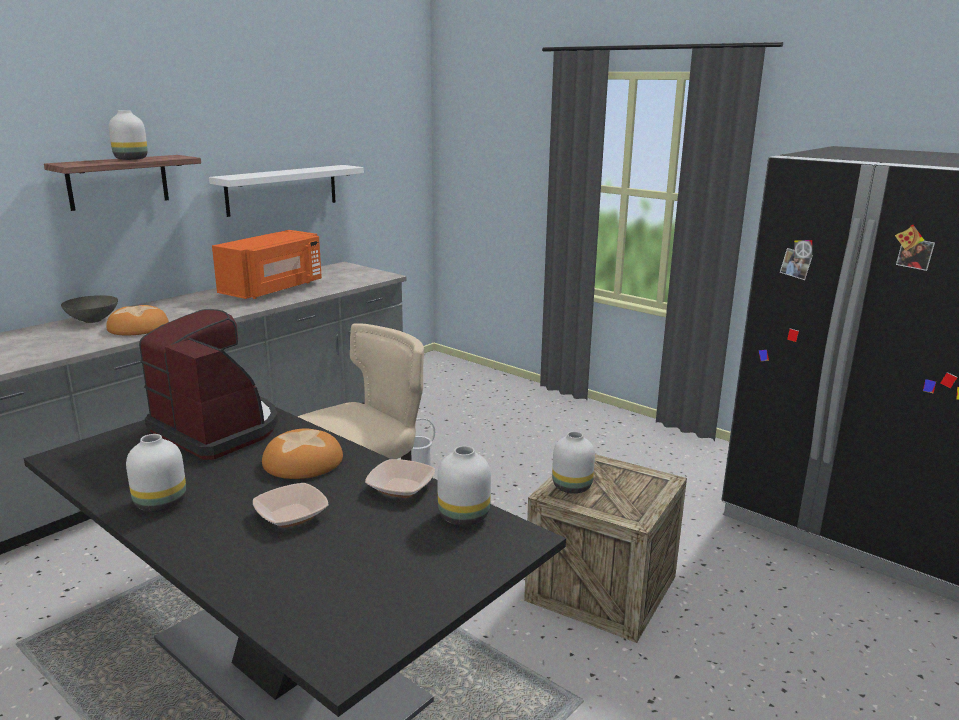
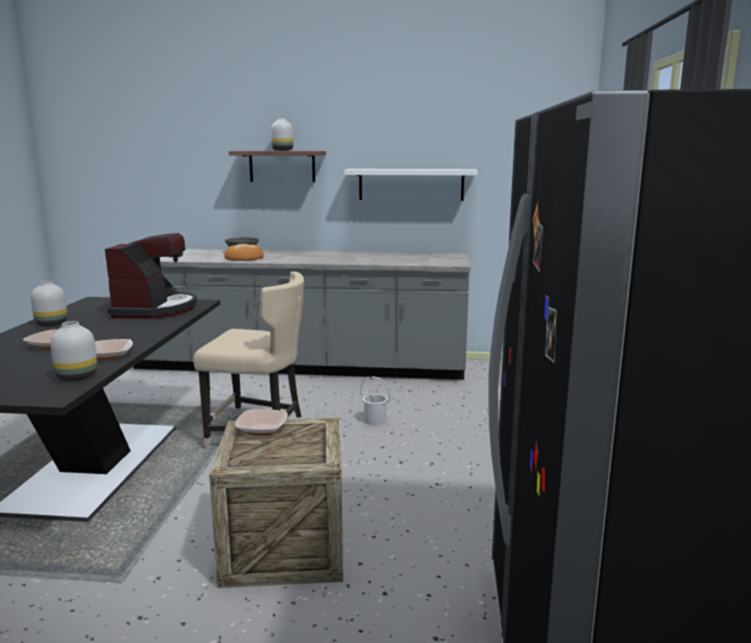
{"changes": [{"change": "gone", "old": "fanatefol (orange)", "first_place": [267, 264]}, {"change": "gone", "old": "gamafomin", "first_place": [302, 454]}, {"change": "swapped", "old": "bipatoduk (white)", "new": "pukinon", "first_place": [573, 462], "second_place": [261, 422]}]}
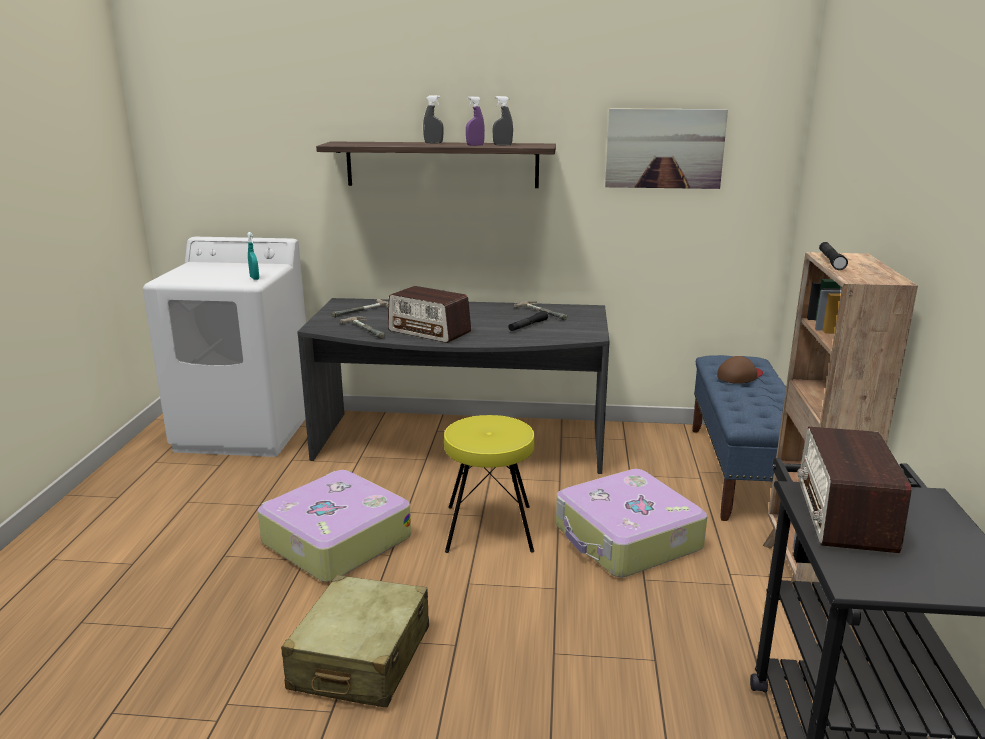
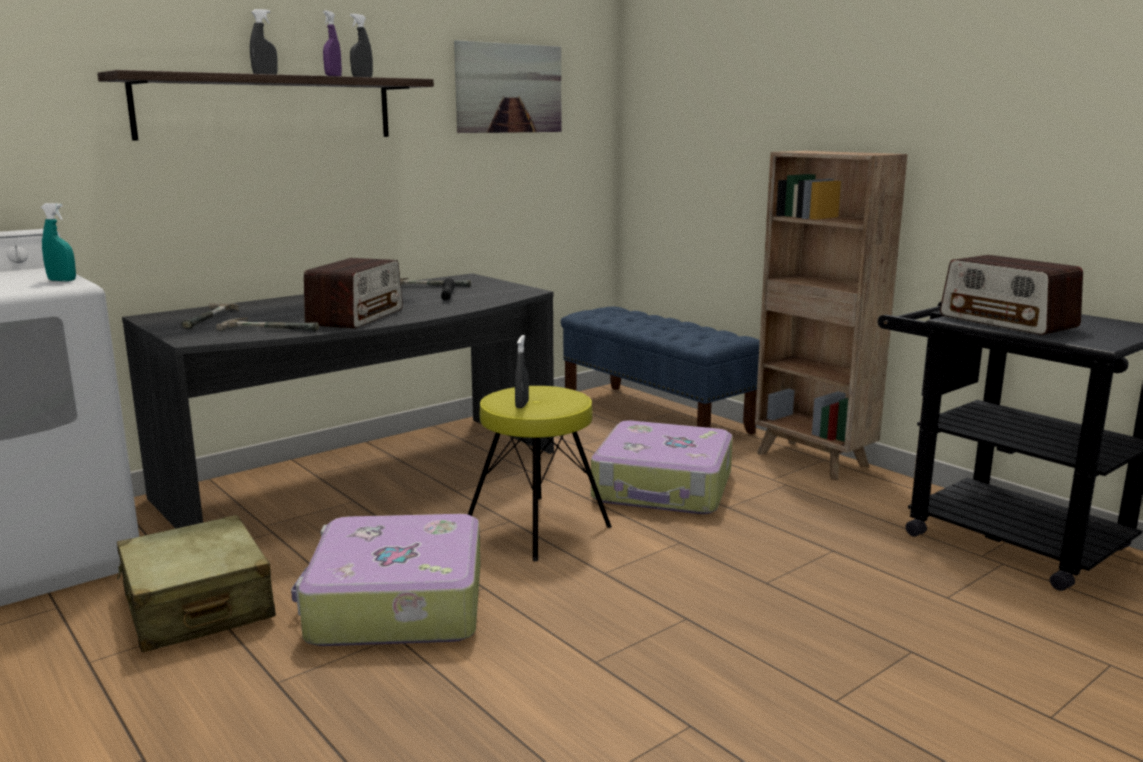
{"changes": [{"change": "gone", "old": "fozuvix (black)", "first_place": [833, 256]}, {"change": "rotated", "old": "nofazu", "first_place": [429, 314], "second_place": [353, 293], "degrees": -60}, {"change": "gone", "old": "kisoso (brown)", "first_place": [740, 370]}, {"change": "shifted", "old": "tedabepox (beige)", "first_place": [355, 641], "second_place": [196, 584]}, {"change": "new", "new": "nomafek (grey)", "second_place": [522, 371]}]}
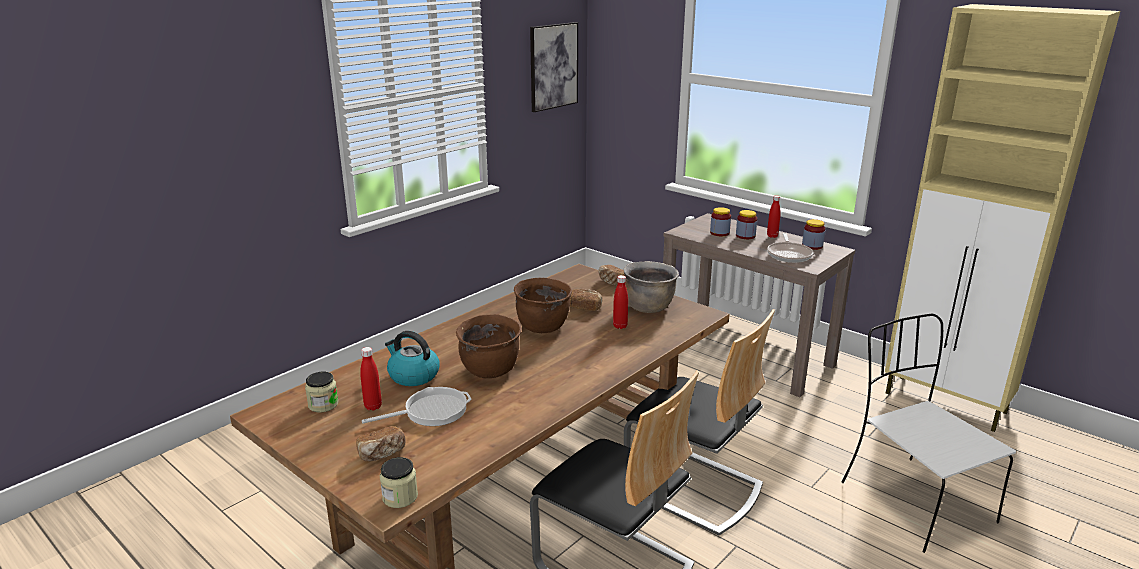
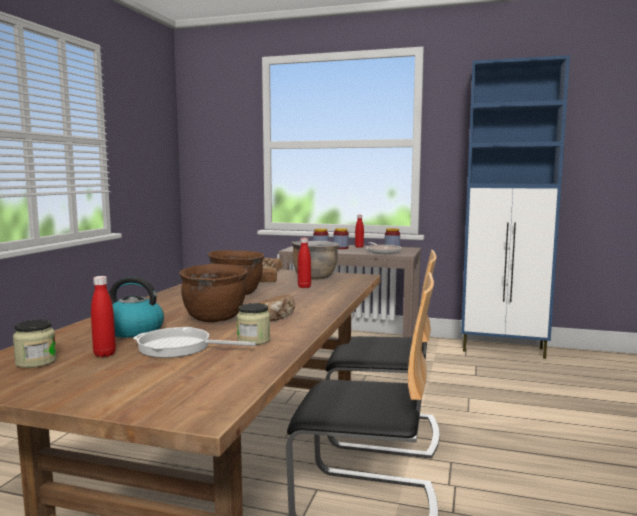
{"changes": [{"change": "repainted", "old": "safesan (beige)", "new": "safesan (blue)", "first_place": [1002, 218], "second_place": [515, 207]}, {"change": "gone", "old": "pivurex", "first_place": [554, 67]}, {"change": "gone", "old": "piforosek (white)", "first_place": [929, 433]}, {"change": "rotated", "old": "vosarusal", "first_place": [417, 406], "second_place": [194, 342], "degrees": -120}, {"change": "shifted", "old": "gamafomin", "first_place": [381, 444], "second_place": [277, 308]}, {"change": "shifted", "old": "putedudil", "first_place": [399, 482], "second_place": [253, 324]}]}
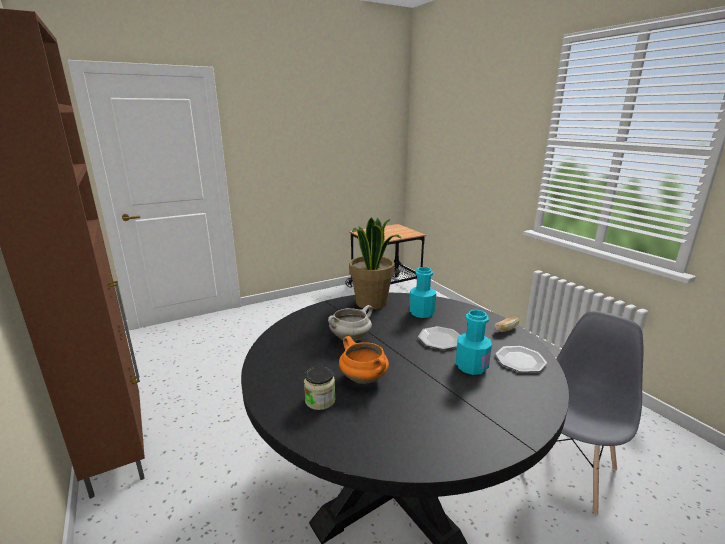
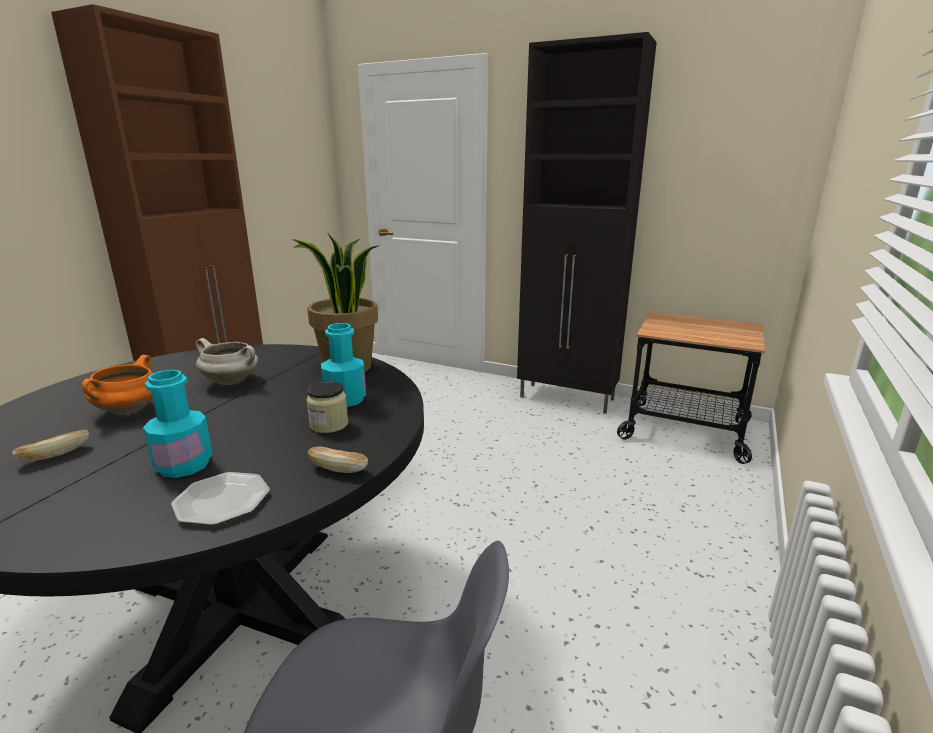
{"changes": [{"change": "gone", "old": "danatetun", "first_place": [439, 338]}, {"change": "shifted", "old": "putedudil", "first_place": [319, 388], "second_place": [327, 407]}, {"change": "new", "new": "safesan (black)", "second_place": [587, 223]}, {"change": "new", "new": "gamafomin", "second_place": [50, 445]}]}
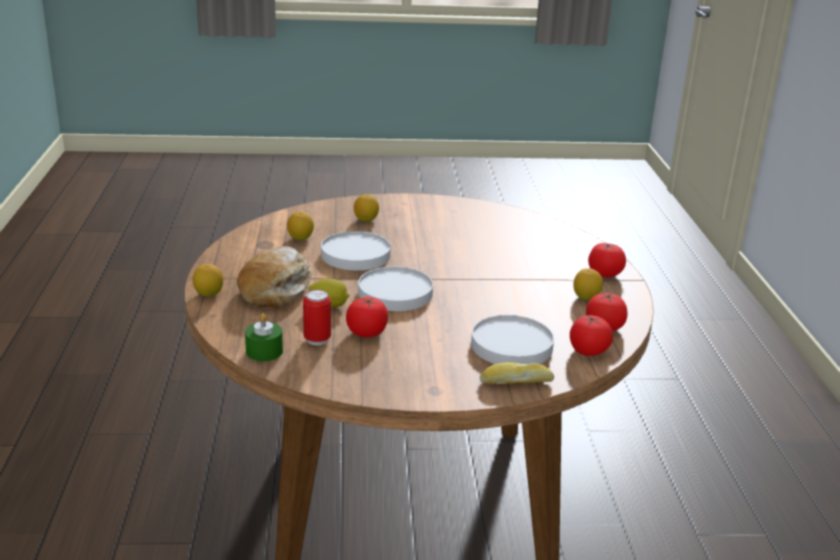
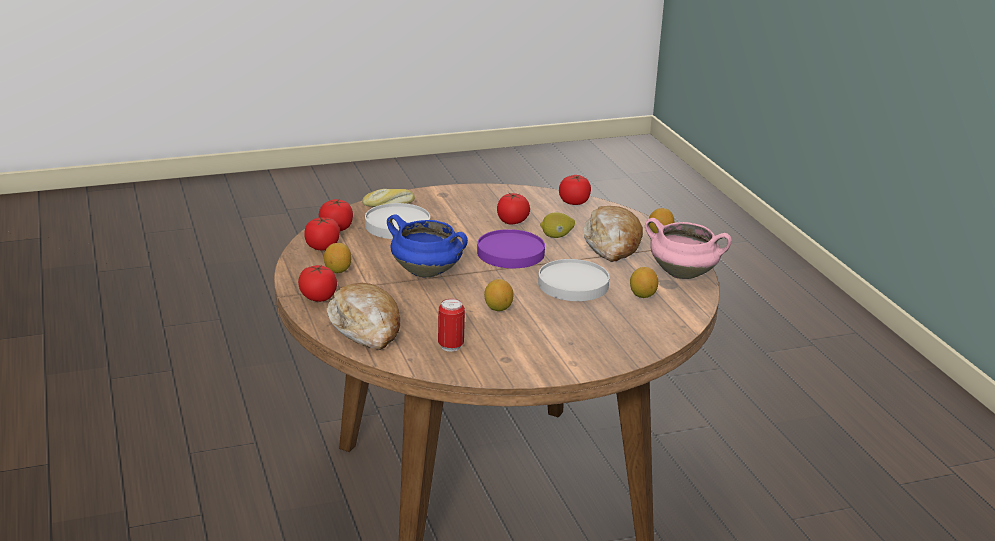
{"changes": [{"change": "shifted", "old": "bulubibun", "first_place": [366, 208], "second_place": [499, 295]}, {"change": "repainted", "old": "danatetun (white)", "new": "danatetun (purple)", "first_place": [395, 288], "second_place": [511, 248]}, {"change": "shifted", "old": "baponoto", "first_place": [317, 317], "second_place": [451, 325]}, {"change": "swapped", "old": "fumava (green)", "new": "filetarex", "first_place": [264, 337], "second_place": [575, 190]}, {"change": "new", "new": "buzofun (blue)", "second_place": [427, 246]}, {"change": "new", "new": "buzofun (pink)", "second_place": [688, 248]}, {"change": "new", "new": "gamafomin", "second_place": [363, 316]}]}
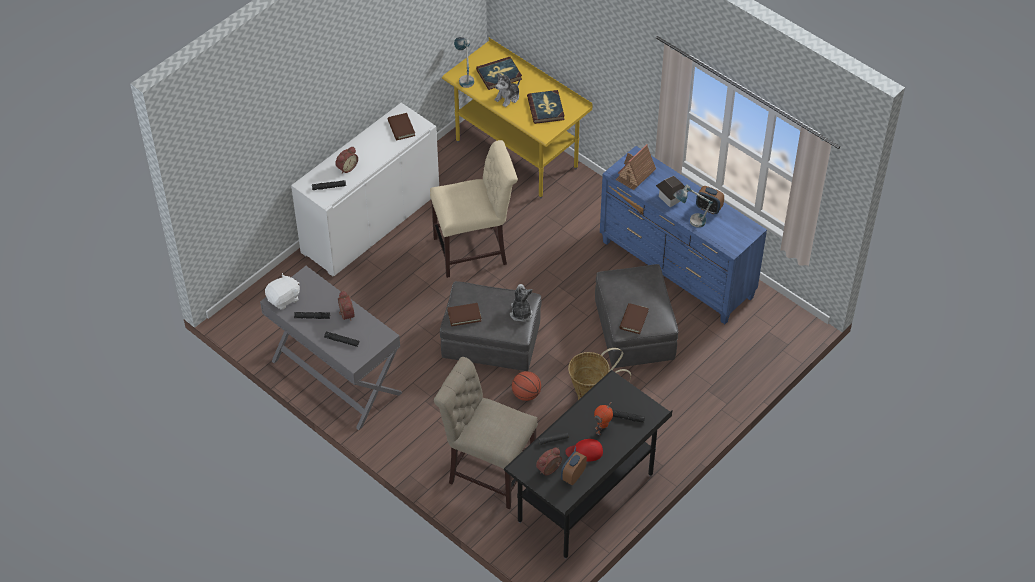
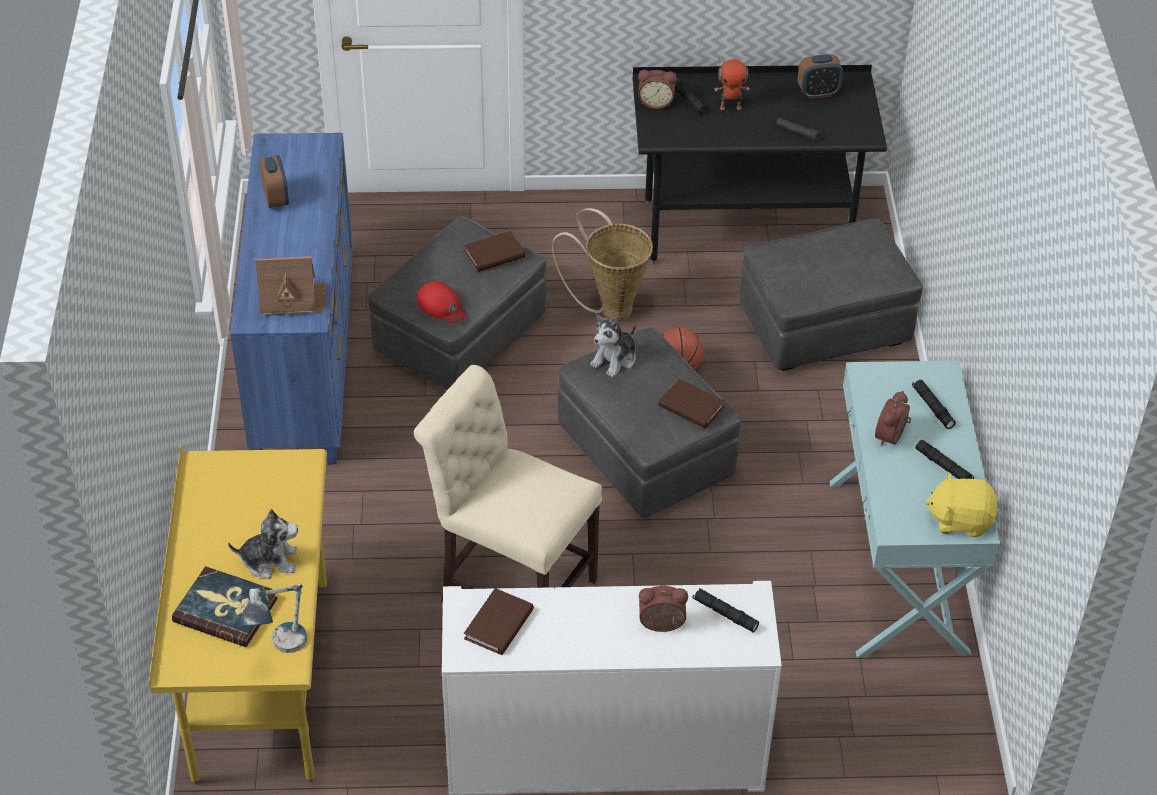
{"changes": [{"change": "gone", "old": "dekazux", "first_place": [546, 107]}, {"change": "gone", "old": "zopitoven", "first_place": [672, 191]}, {"change": "gone", "old": "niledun", "first_place": [693, 206]}, {"change": "repainted", "old": "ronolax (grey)", "new": "ronolax (turquoise)", "first_place": [331, 348], "second_place": [914, 509]}, {"change": "repainted", "old": "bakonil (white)", "new": "bakonil (yellow)", "first_place": [282, 291], "second_place": [961, 504]}, {"change": "swapped", "old": "piforosek (beige)", "new": "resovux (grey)", "first_place": [486, 433], "second_place": [831, 295]}, {"change": "shifted", "old": "kisoso (red)", "first_place": [584, 450], "second_place": [442, 302]}, {"change": "shifted", "old": "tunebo", "first_place": [549, 461], "second_place": [657, 89]}]}
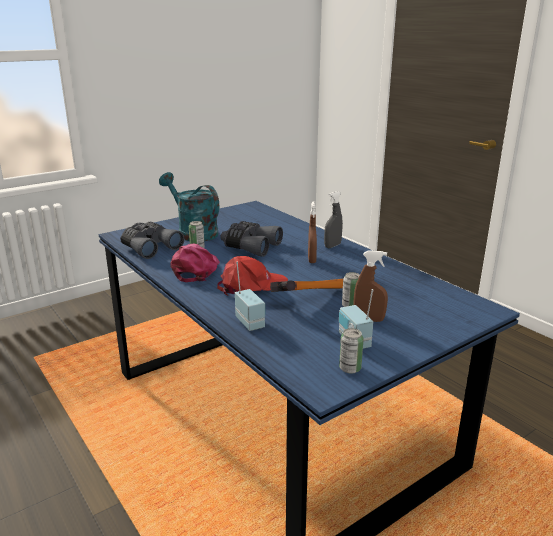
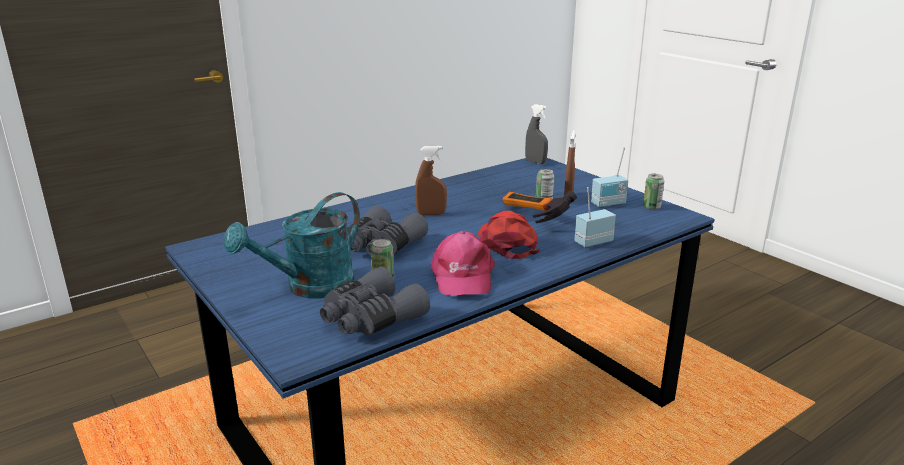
{"changes": [{"change": "shifted", "old": "nomafek (grey)", "first_place": [333, 219], "second_place": [536, 134]}, {"change": "rotated", "old": "kisoso (pink)", "first_place": [195, 263], "second_place": [462, 263], "degrees": -105}]}
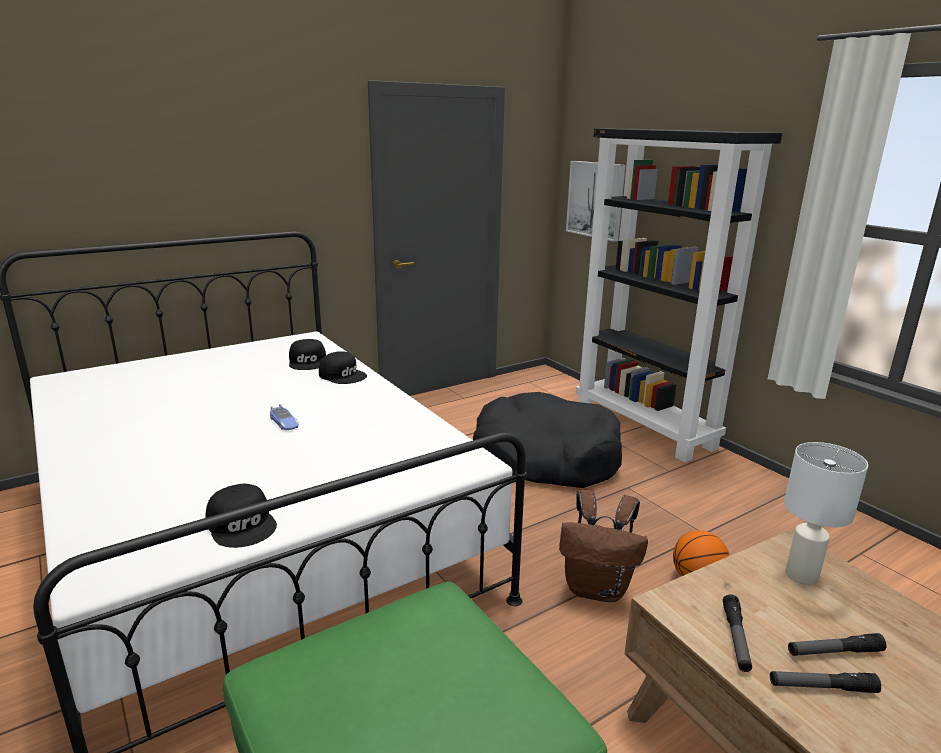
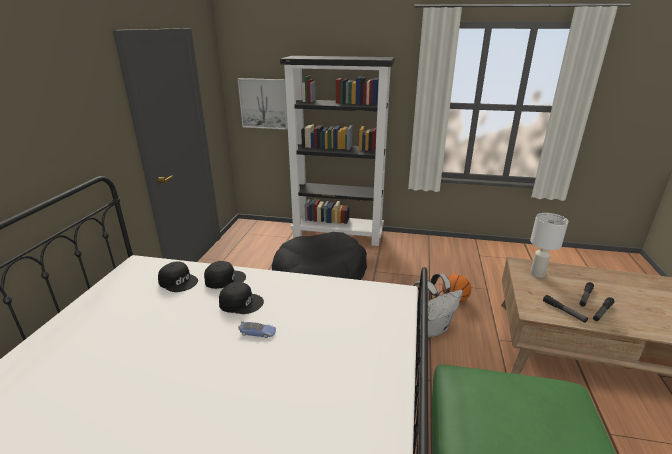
{"changes": [{"change": "shifted", "old": "kisoso (black)", "first_place": [241, 516], "second_place": [241, 298]}, {"change": "repainted", "old": "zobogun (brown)", "new": "zobogun (white)", "first_place": [603, 546], "second_place": [437, 305]}]}
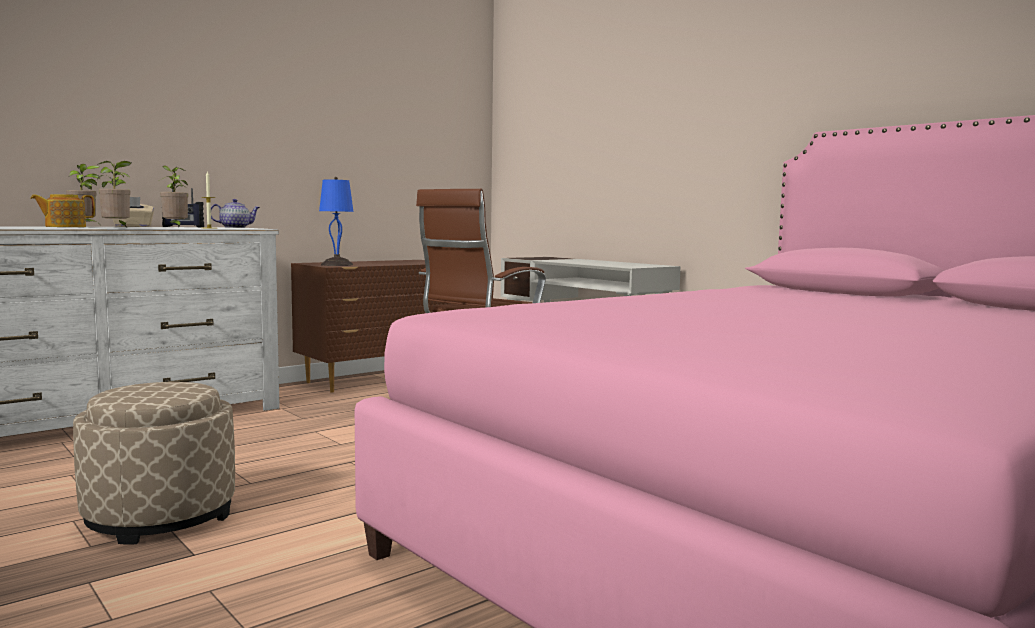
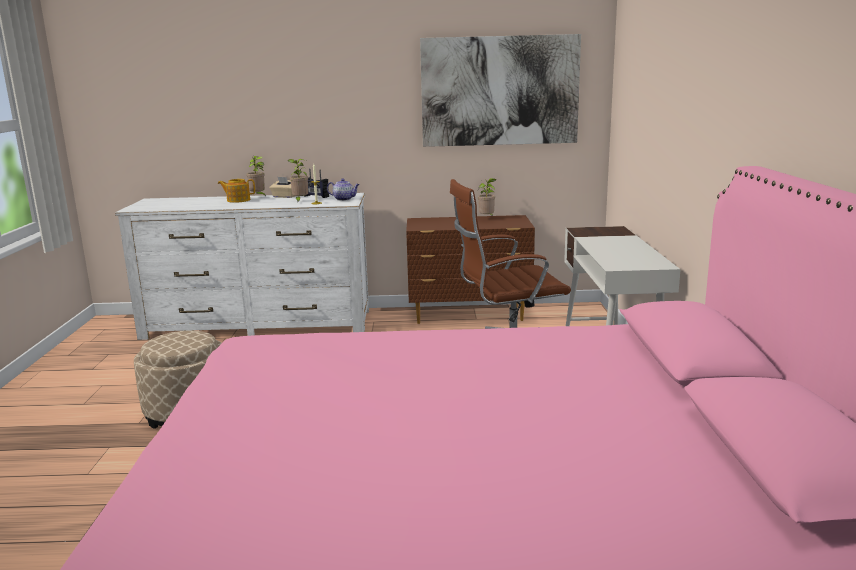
{"changes": [{"change": "shifted", "old": "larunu", "first_place": [114, 194], "second_place": [487, 197]}, {"change": "gone", "old": "niledun (blue)", "first_place": [336, 221]}, {"change": "new", "new": "pivurex", "second_place": [500, 90]}]}
